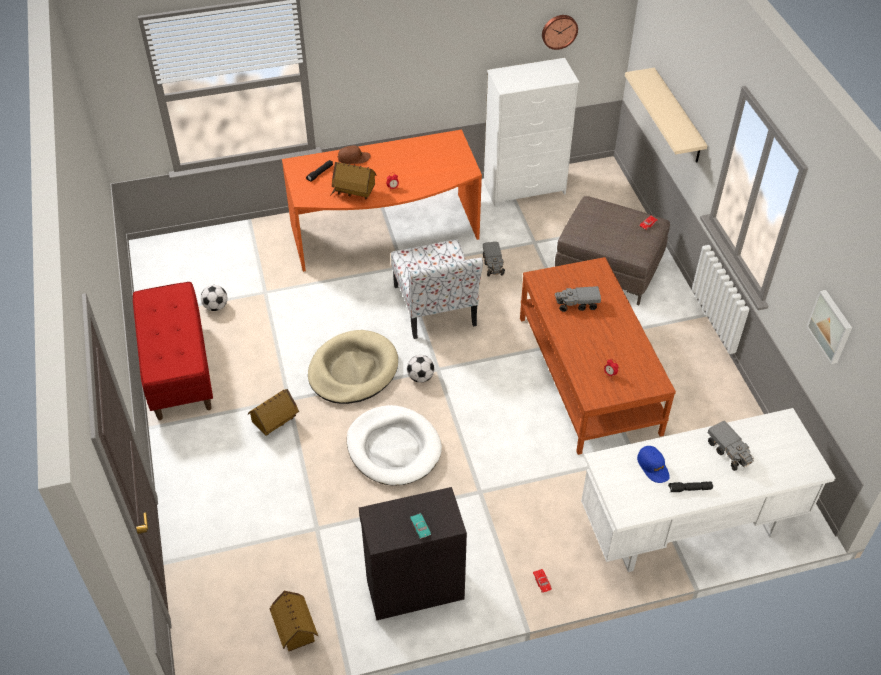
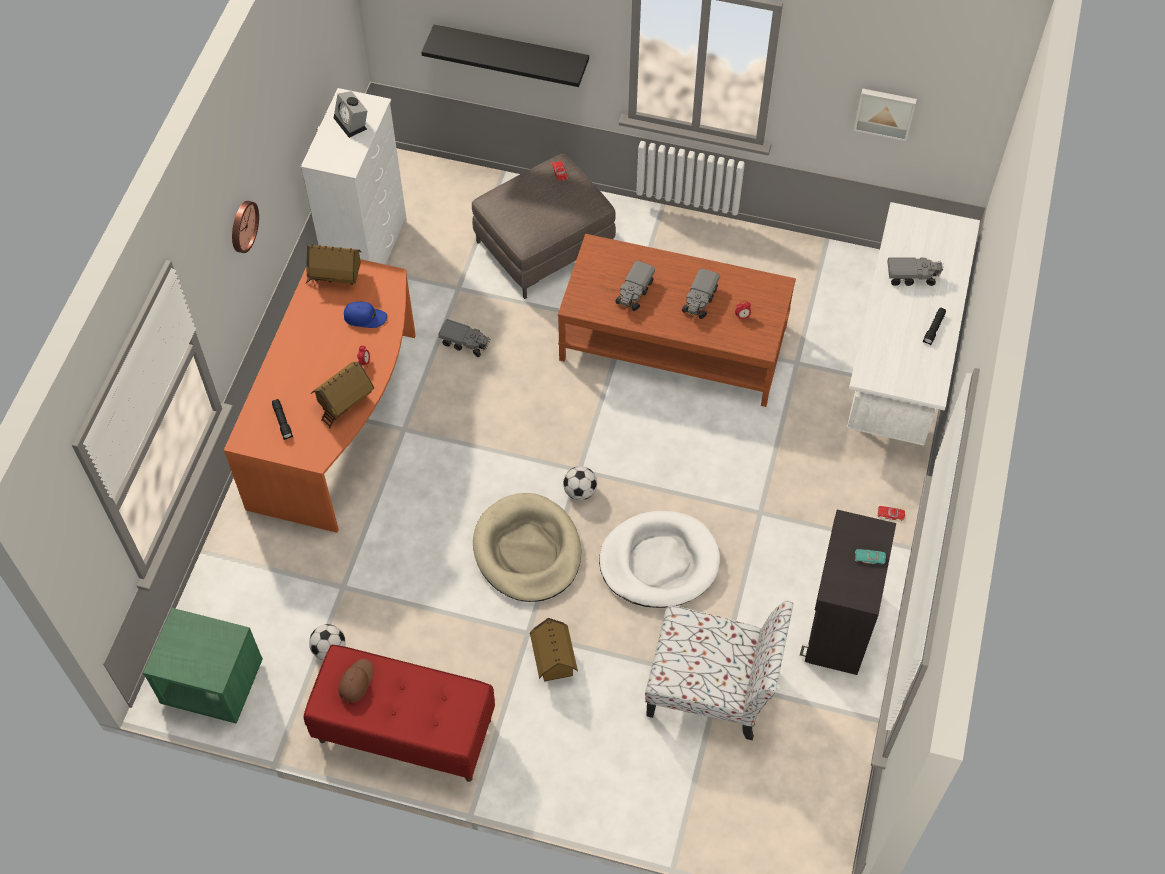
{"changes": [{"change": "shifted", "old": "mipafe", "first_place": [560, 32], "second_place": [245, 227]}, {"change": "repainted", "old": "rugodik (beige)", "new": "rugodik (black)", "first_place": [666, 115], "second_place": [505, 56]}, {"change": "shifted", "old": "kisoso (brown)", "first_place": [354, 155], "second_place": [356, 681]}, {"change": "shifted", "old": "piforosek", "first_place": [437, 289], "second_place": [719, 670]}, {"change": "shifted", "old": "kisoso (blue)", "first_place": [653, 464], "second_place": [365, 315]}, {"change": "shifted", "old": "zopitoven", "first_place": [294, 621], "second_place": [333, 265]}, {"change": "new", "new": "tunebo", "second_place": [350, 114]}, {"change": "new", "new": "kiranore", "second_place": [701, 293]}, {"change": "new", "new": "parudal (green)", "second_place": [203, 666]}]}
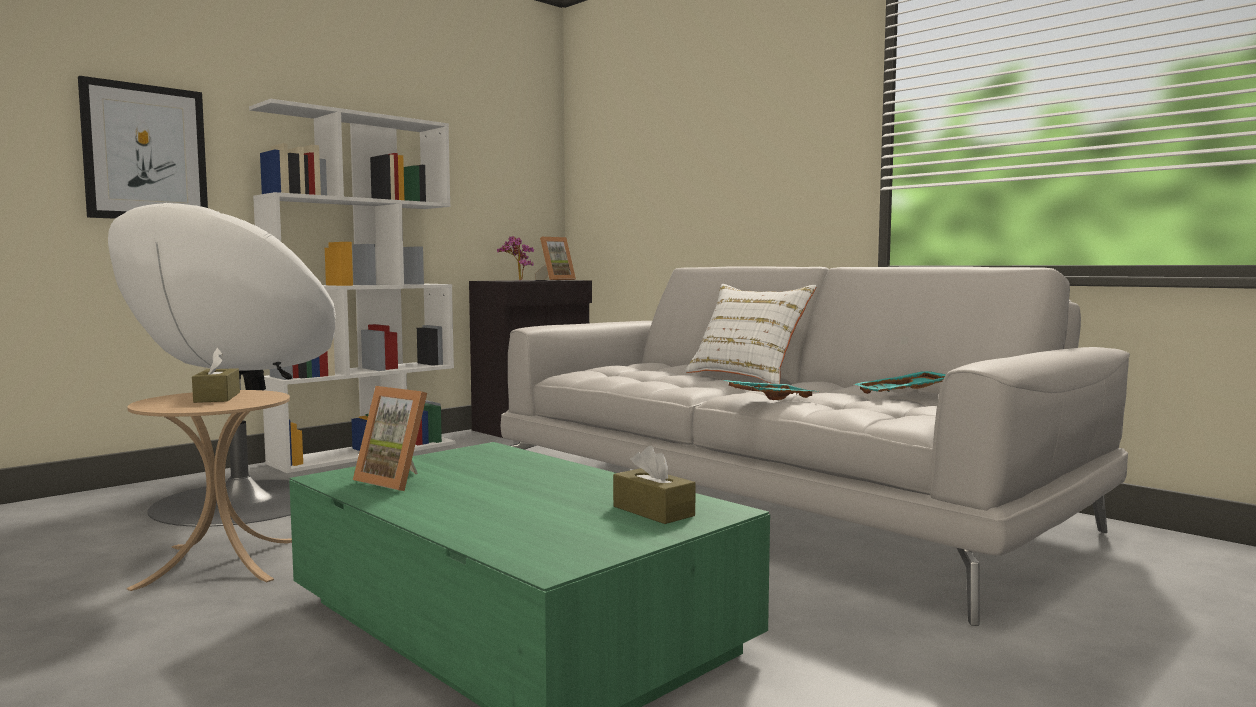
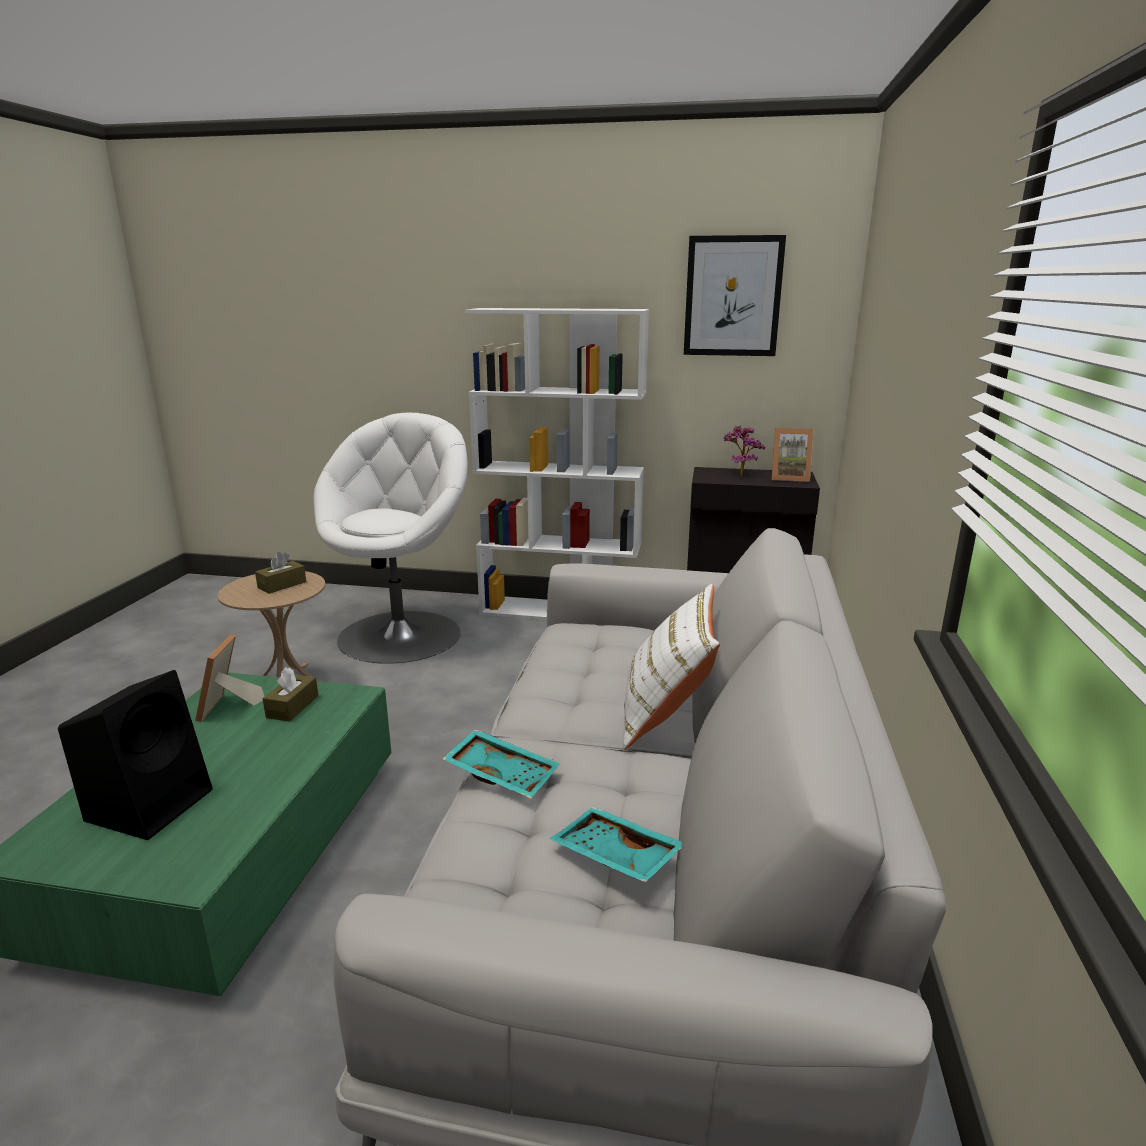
{"changes": [{"change": "shifted", "old": "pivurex", "first_place": [143, 147], "second_place": [735, 295]}, {"change": "rotated", "old": "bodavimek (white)", "first_place": [222, 364], "second_place": [391, 538], "degrees": 135}, {"change": "shifted", "old": "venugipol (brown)", "first_place": [654, 485], "second_place": [290, 694]}, {"change": "new", "new": "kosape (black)", "second_place": [135, 755]}]}
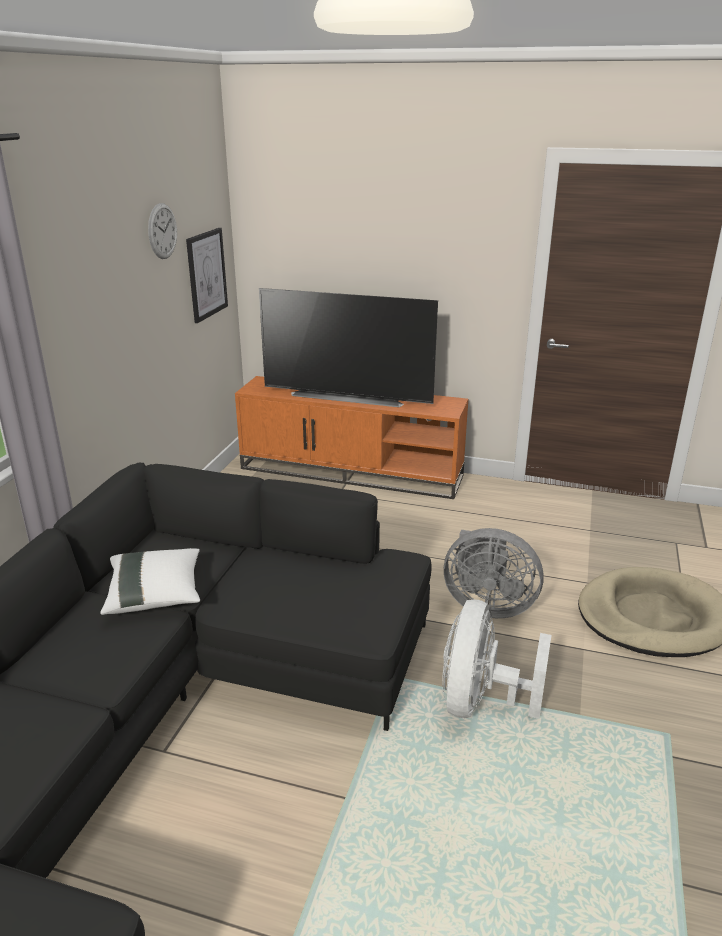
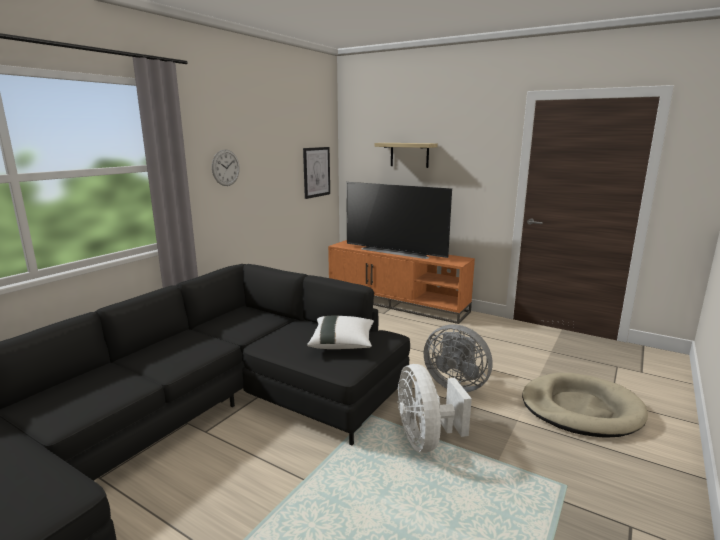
{"changes": [{"change": "shifted", "old": "mipafe", "first_place": [162, 231], "second_place": [226, 167]}, {"change": "shifted", "old": "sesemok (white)", "first_place": [150, 581], "second_place": [340, 332]}, {"change": "rotated", "old": "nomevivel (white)", "first_place": [497, 659], "second_place": [434, 408], "degrees": -45}, {"change": "new", "new": "rugodik", "second_place": [406, 155]}]}
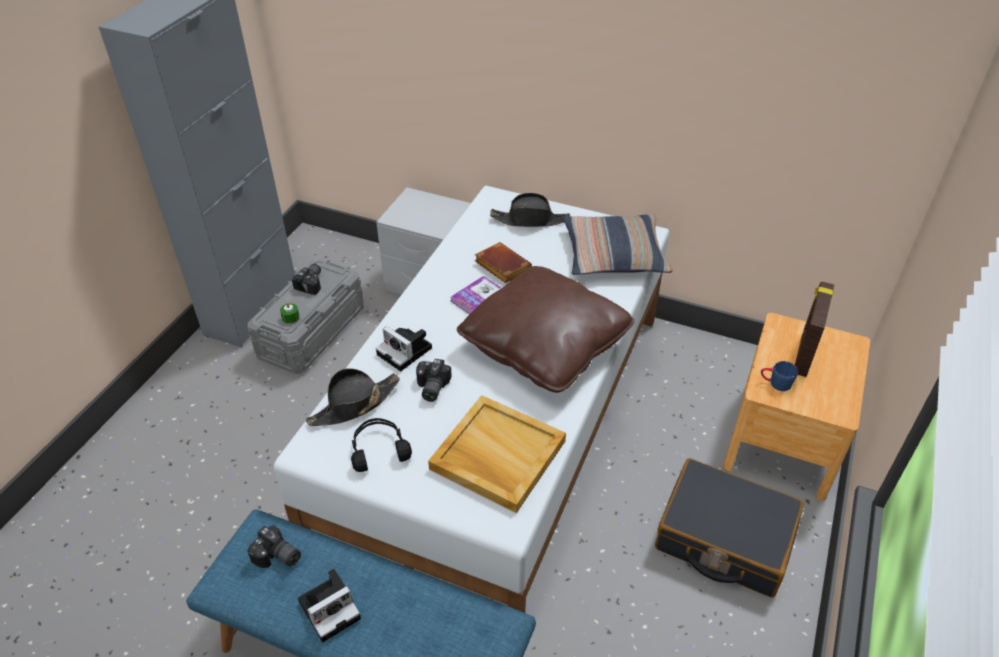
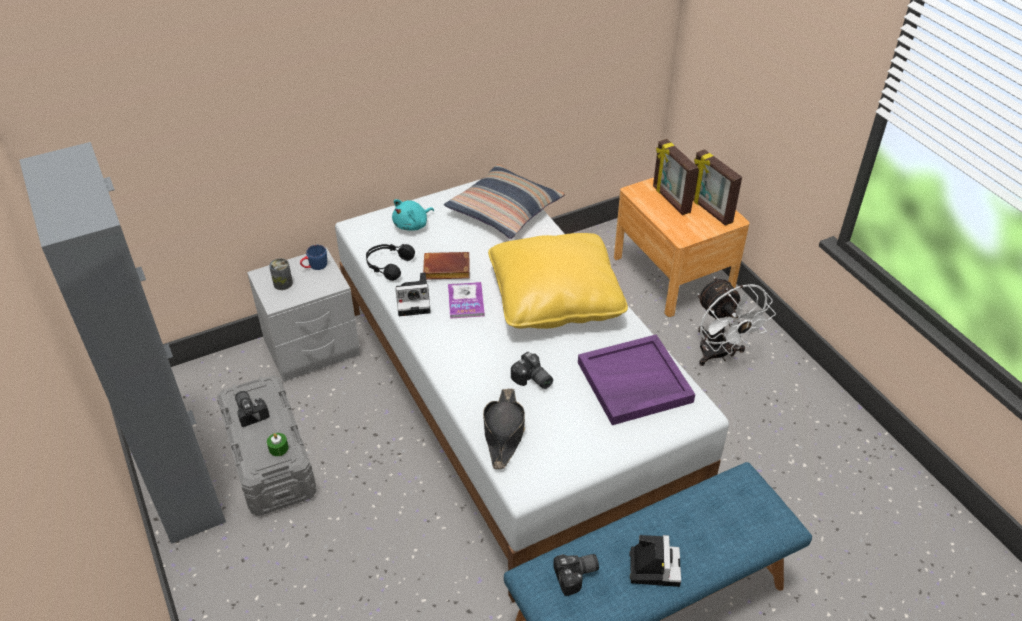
{"changes": [{"change": "swapped", "old": "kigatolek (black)", "new": "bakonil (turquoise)", "first_place": [530, 210], "second_place": [413, 215]}, {"change": "repainted", "old": "sesemok (brown)", "new": "sesemok (yellow)", "first_place": [545, 329], "second_place": [558, 281]}, {"change": "shifted", "old": "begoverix", "first_place": [404, 348], "second_place": [413, 294]}, {"change": "shifted", "old": "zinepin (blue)", "first_place": [779, 376], "second_place": [313, 257]}, {"change": "repainted", "old": "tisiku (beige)", "new": "tisiku (purple)", "first_place": [497, 454], "second_place": [636, 379]}, {"change": "shifted", "old": "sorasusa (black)", "first_place": [381, 445], "second_place": [390, 262]}, {"change": "swapped", "old": "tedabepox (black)", "new": "nomevivel (white)", "first_place": [729, 527], "second_place": [736, 321]}, {"change": "new", "new": "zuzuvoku", "second_place": [717, 187]}, {"change": "new", "new": "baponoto", "second_place": [281, 274]}]}
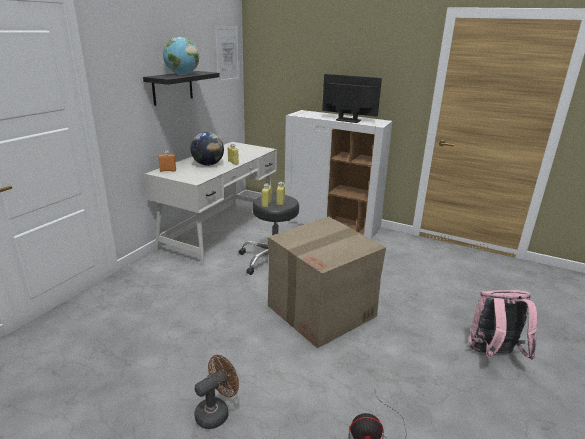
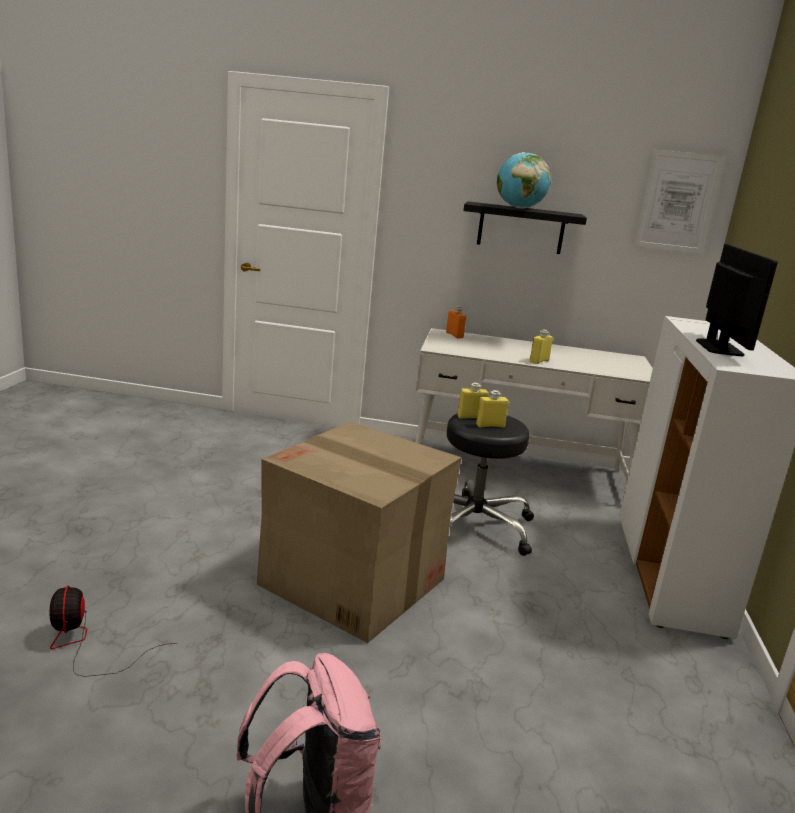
{"changes": [{"change": "gone", "old": "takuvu", "first_place": [207, 149]}, {"change": "gone", "old": "nomevivel (brown)", "first_place": [216, 392]}]}
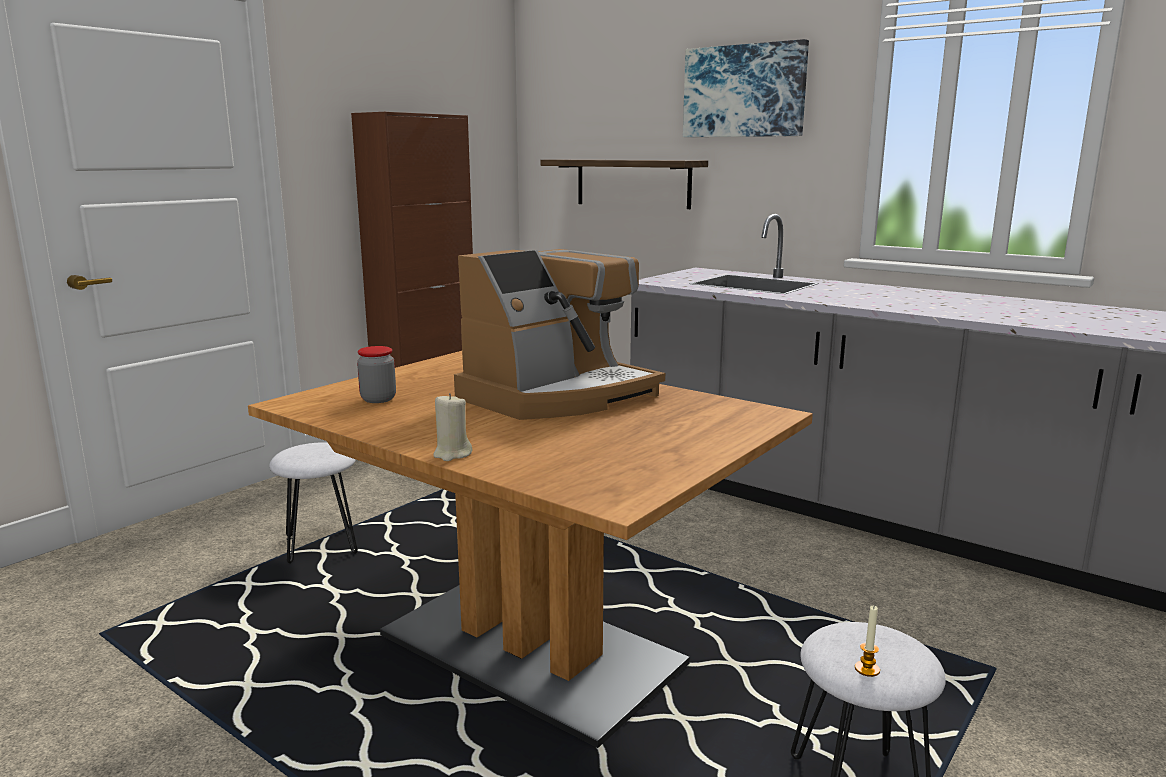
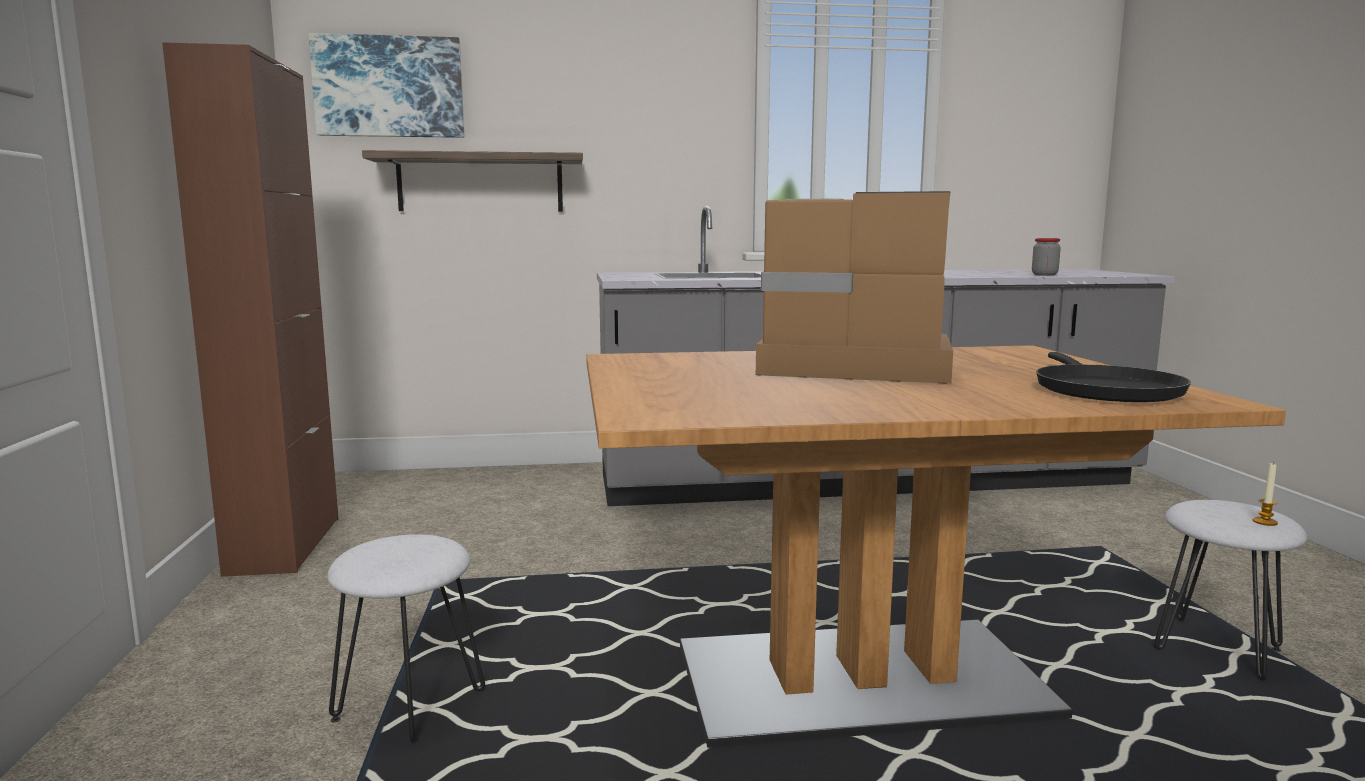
{"changes": [{"change": "shifted", "old": "pivurex", "first_place": [746, 88], "second_place": [386, 85]}, {"change": "rotated", "old": "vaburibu", "first_place": [559, 334], "second_place": [854, 287], "degrees": -75}, {"change": "shifted", "old": "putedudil", "first_place": [376, 374], "second_place": [1046, 257]}, {"change": "gone", "old": "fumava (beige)", "first_place": [452, 427]}, {"change": "new", "new": "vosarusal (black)", "second_place": [1113, 377]}]}
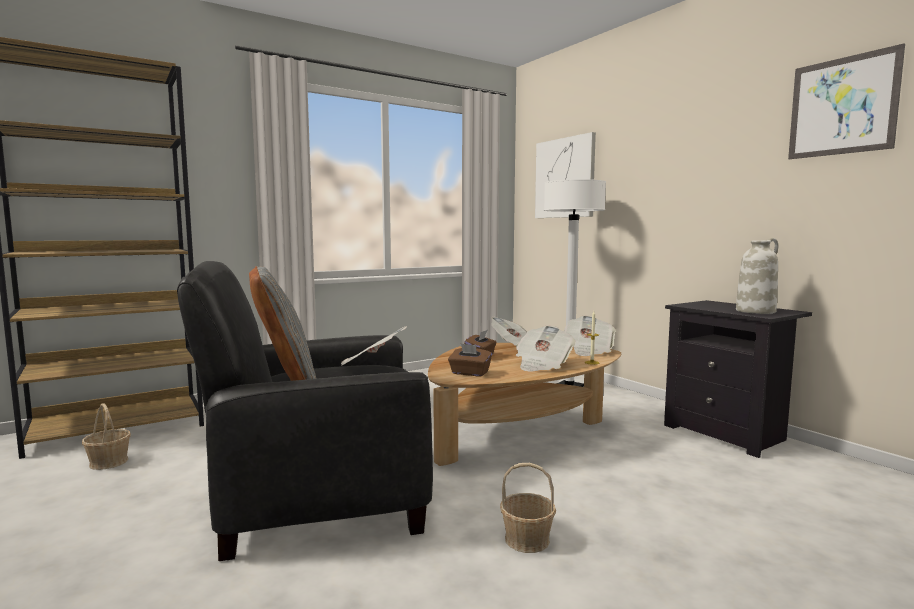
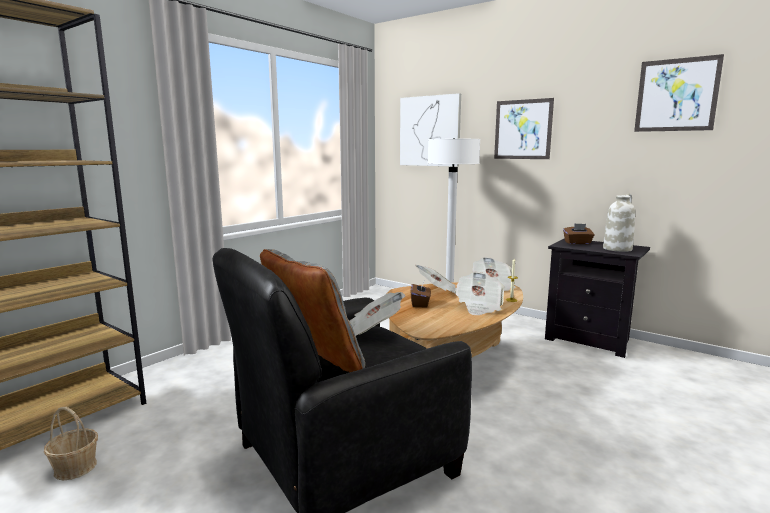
{"changes": [{"change": "shifted", "old": "venugipol (brown)", "first_place": [470, 360], "second_place": [578, 234]}, {"change": "gone", "old": "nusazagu", "first_place": [528, 508]}, {"change": "new", "new": "pivurex", "second_place": [524, 128]}]}
